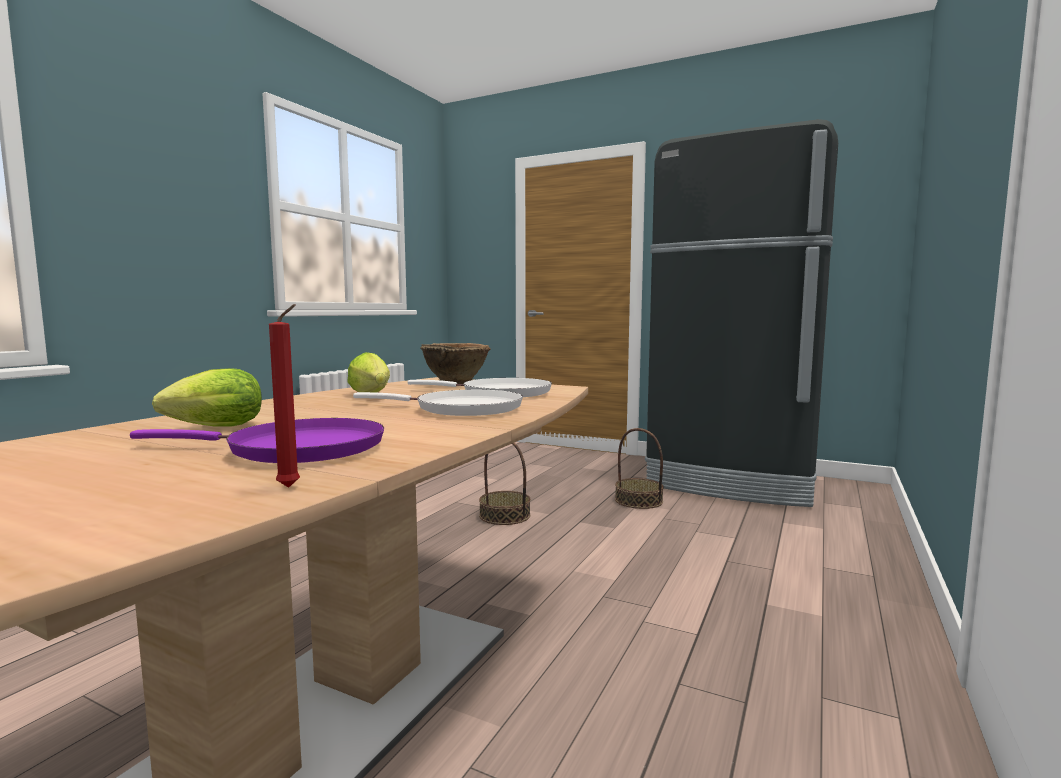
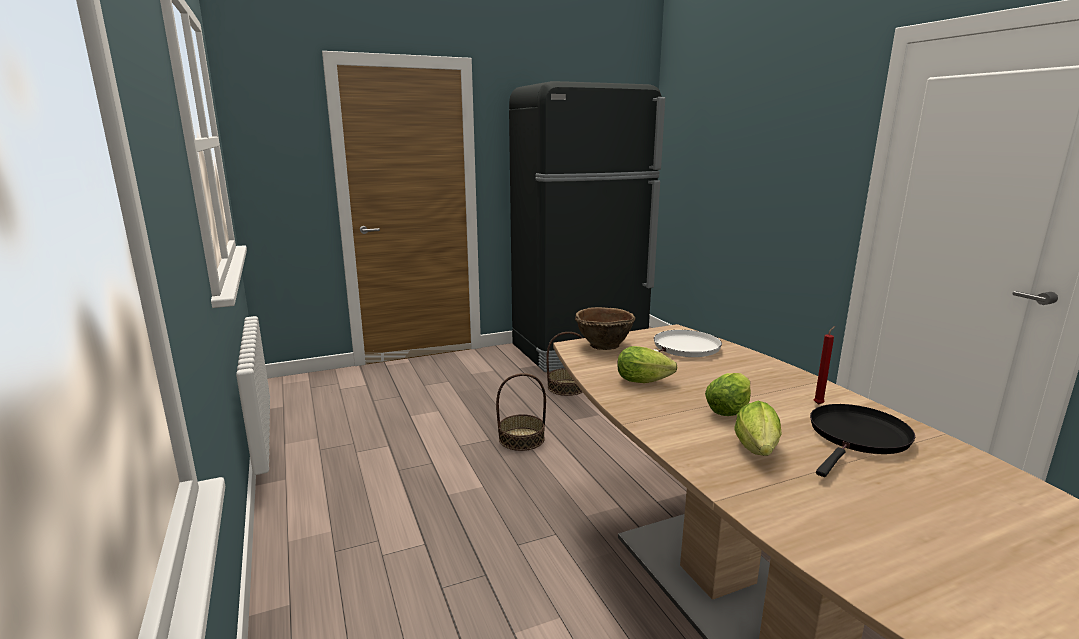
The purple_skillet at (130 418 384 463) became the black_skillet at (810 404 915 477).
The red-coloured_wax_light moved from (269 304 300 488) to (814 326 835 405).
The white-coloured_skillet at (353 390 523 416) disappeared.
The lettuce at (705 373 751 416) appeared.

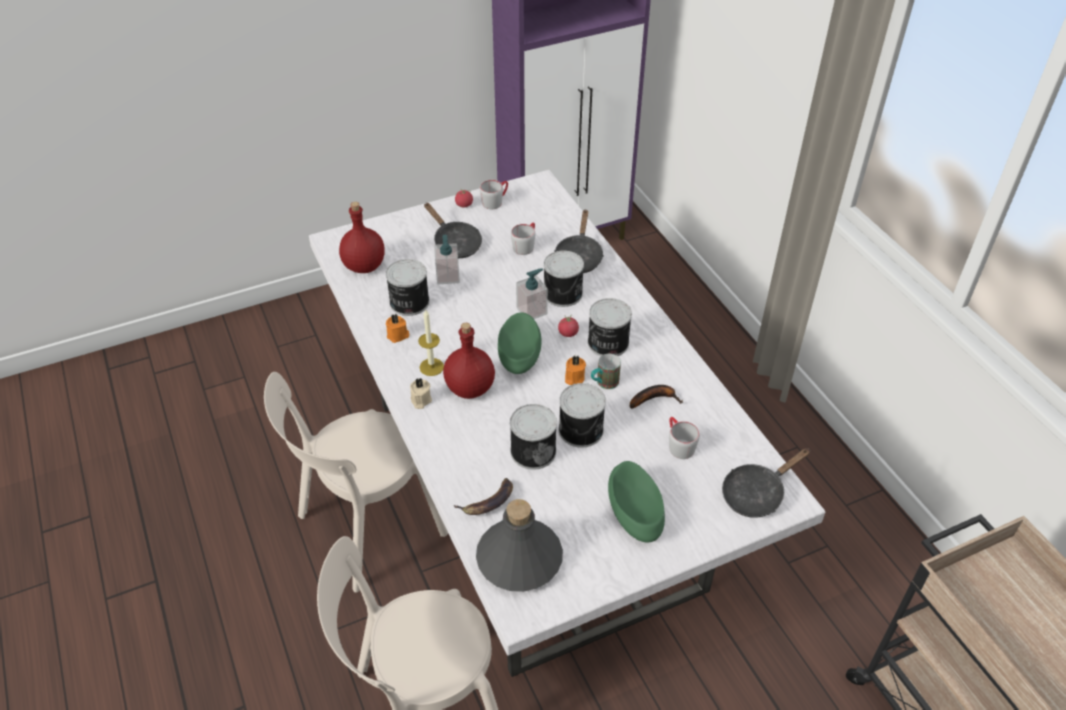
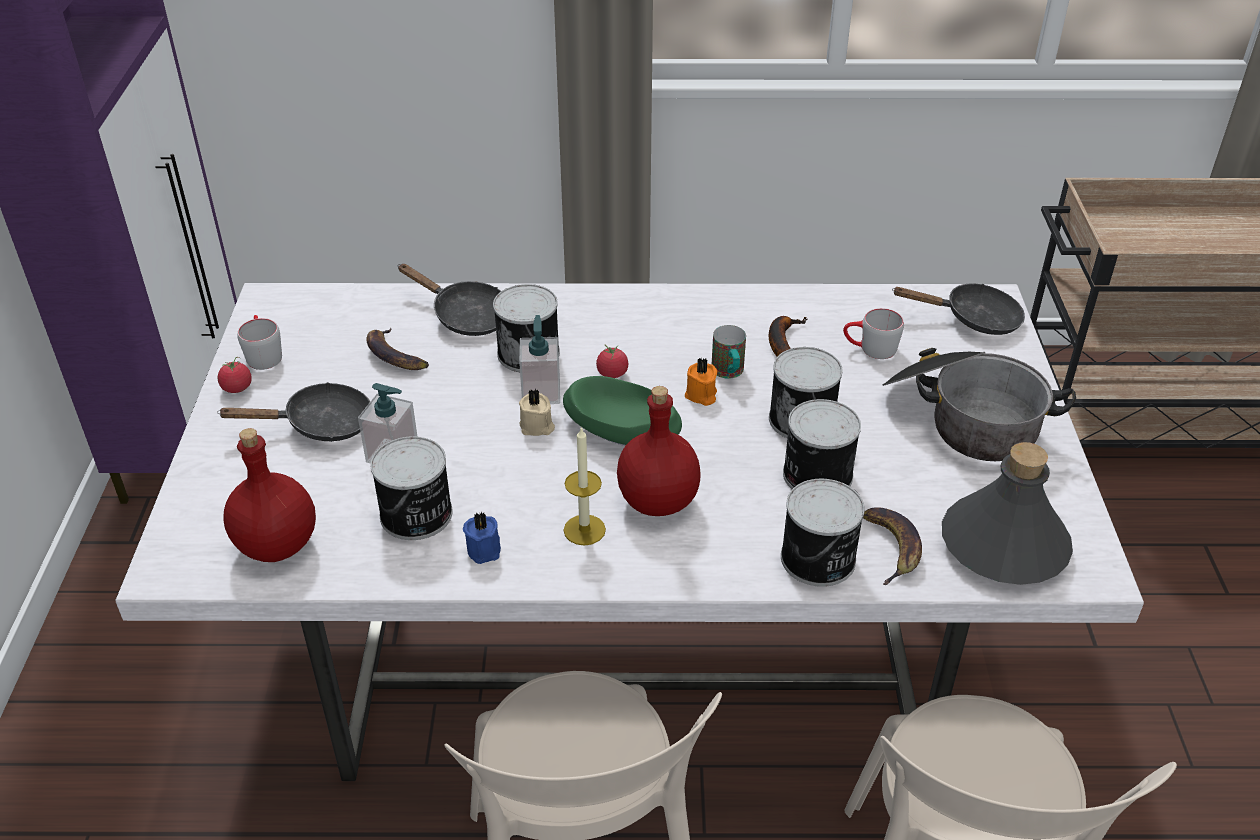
The orange_wax_light at (386 314 409 343) became the bluish_wax_light at (463 512 501 564).
The sand-coloured_wax_light moved from (410 378 432 409) to (519 389 555 436).
The grey_mug at (511 223 535 255) was replaced by the banana_fruit at (366 328 429 370).
The can moved from (588 298 632 356) to (781 479 865 587).
The green_serving_bowl at (608 461 665 543) was replaced by the saucepot at (882 348 1076 461).
The black_skillet at (722 448 810 518) turned 75 degrees counterclockwise.

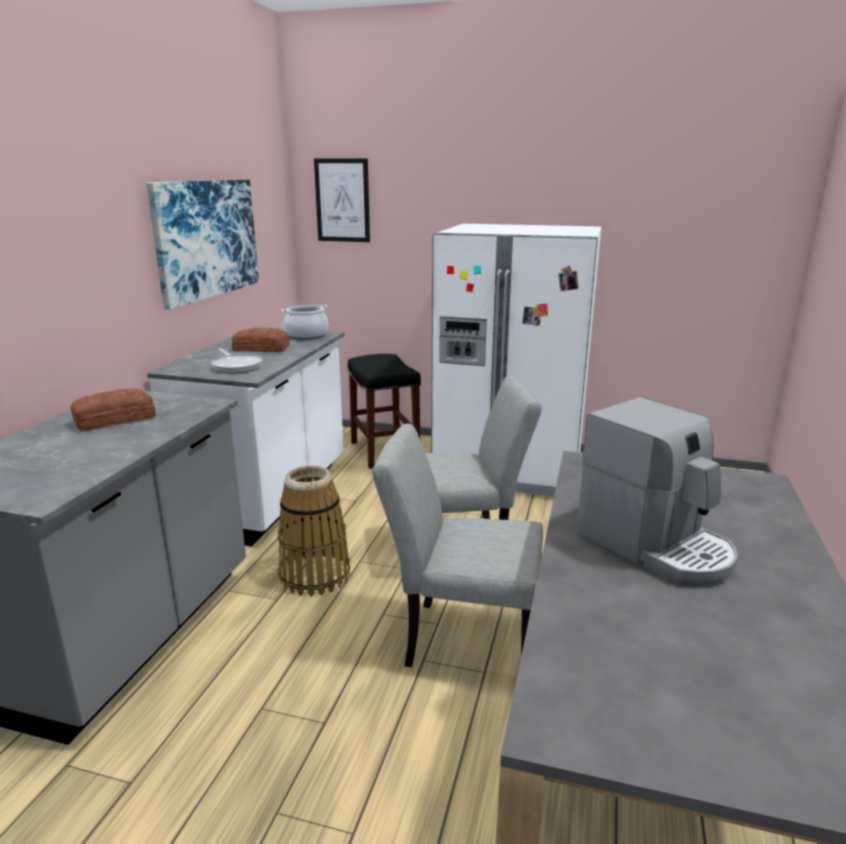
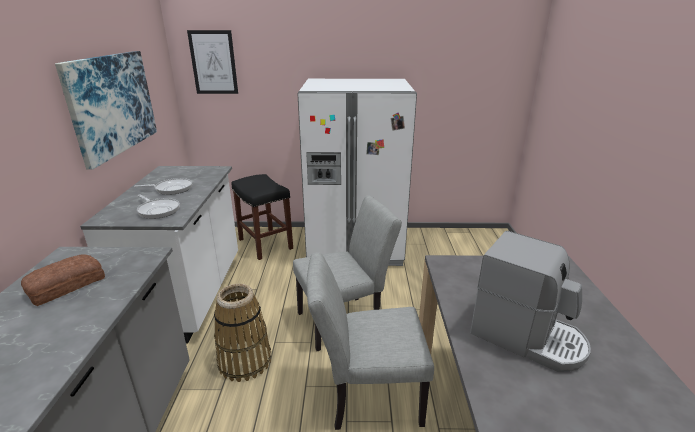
The bakery_bread at (232 328 289 352) was replaced by the skillet at (134 178 192 195).
The saucepot at (281 305 328 340) disappeared.

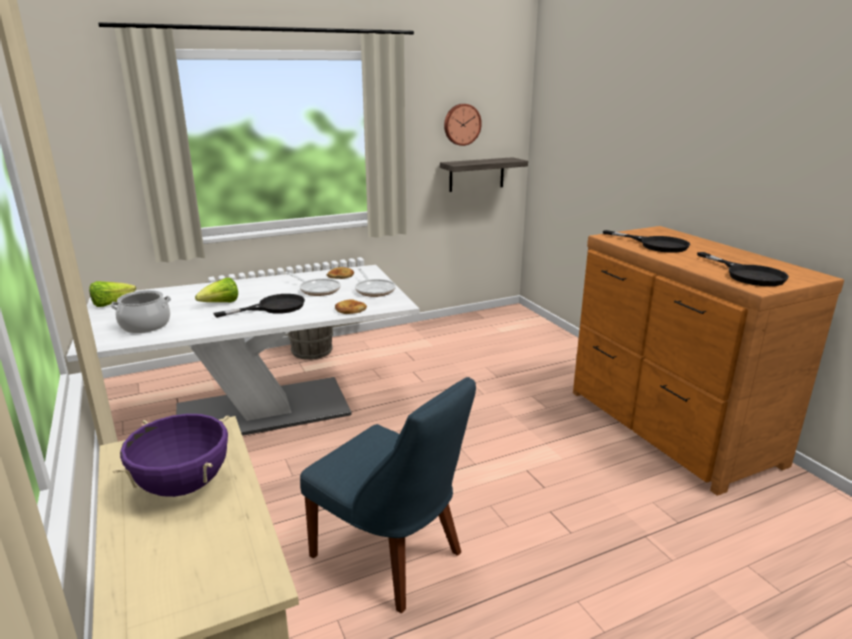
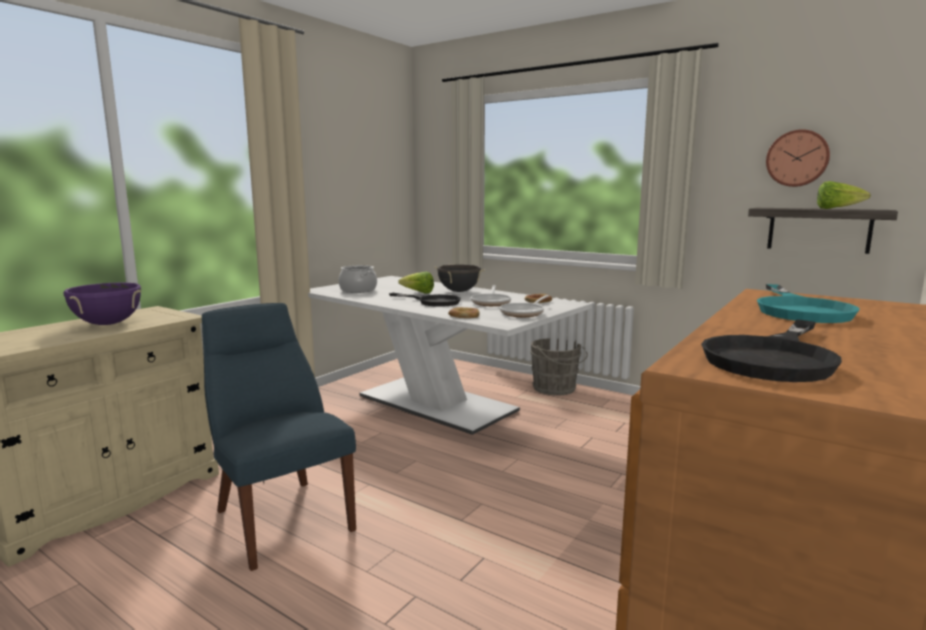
The lettuce moved from (89 281 136 307) to (817 181 871 209).
The bluish_plain_chair at (300 377 476 613) turned 135 degrees clockwise.
The black_skillet at (603 230 690 253) became the turquoise_skillet at (757 284 860 323).
The black_saucepot at (434 264 485 292) appeared.

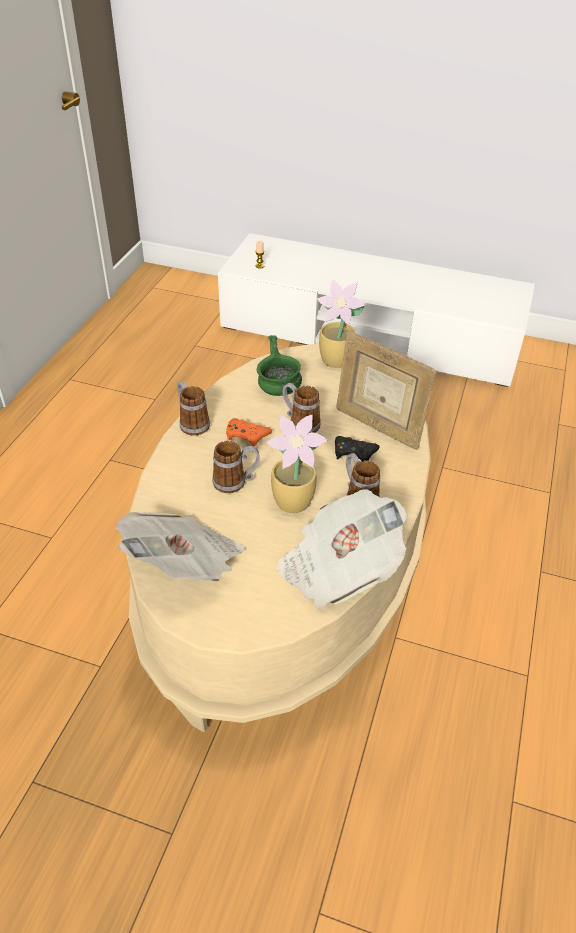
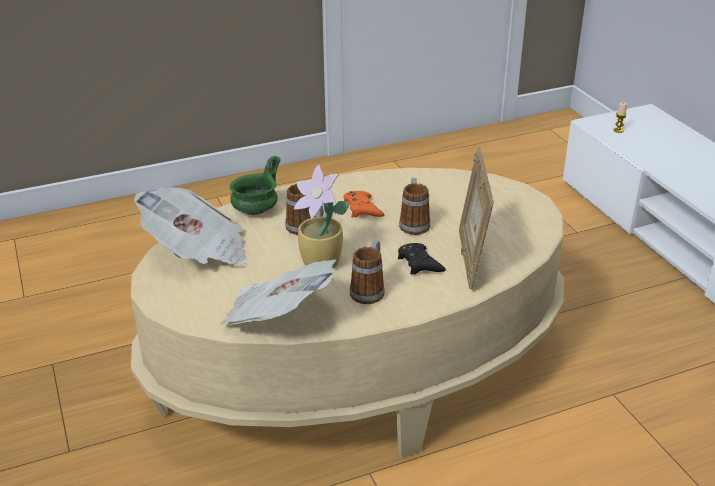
The mug at (177 381 210 436) disappeared.
The green_serving_bowl moved from (257 335 302 396) to (230 156 280 215).
The plant_in_a_pot at (317 280 365 368) disappeared.

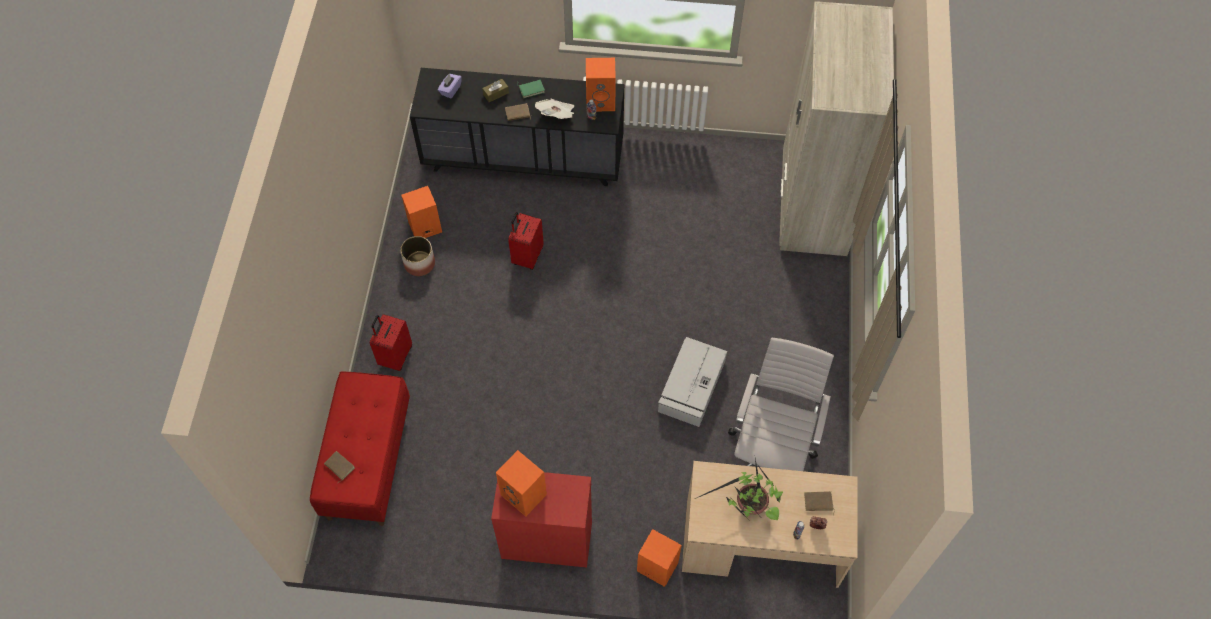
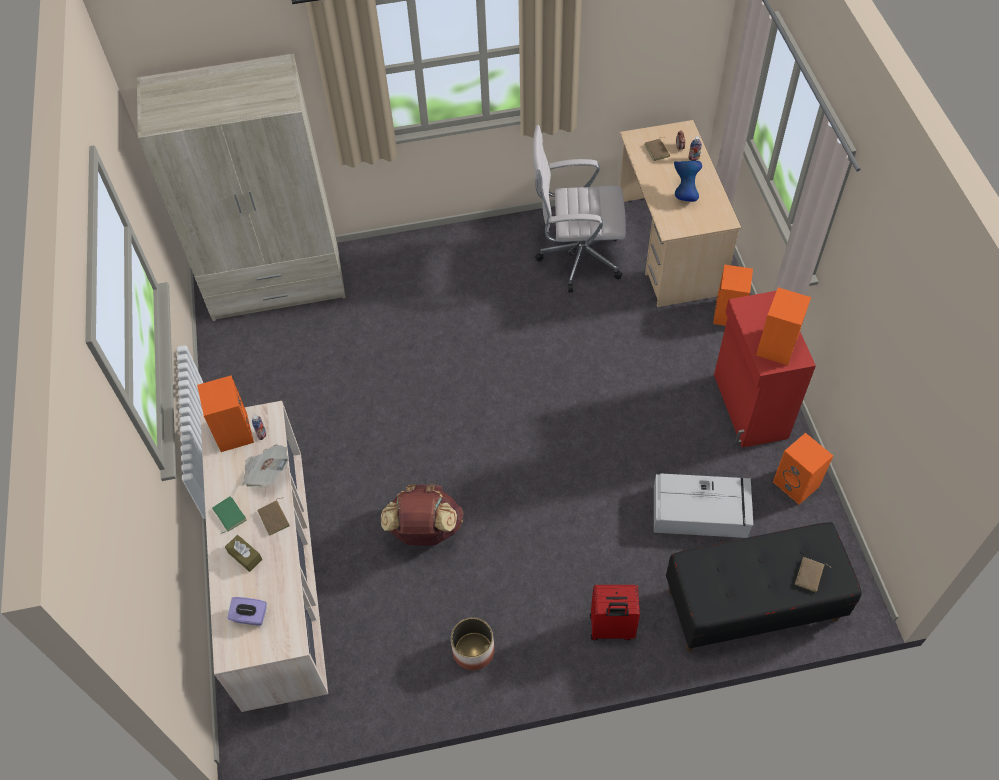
The red-coloured_bench at (310 371 410 526) became the black_bench at (666 522 862 652).
The orange_loudspeaker moved from (401 186 442 238) to (773 433 833 505).
The black_drawer_chest at (410 68 624 186) became the sand-coloured_drawer_chest at (200 401 328 712).
The red-coloured_travel_case at (508 212 544 270) was replaced by the brownish_backpack at (381 484 464 546).
The grey_storage_bin moved from (658 337 727 427) to (654 473 753 538).
The plant_in_a_pot at (695 459 783 520) was replaced by the bluish_vase at (674 161 702 202).

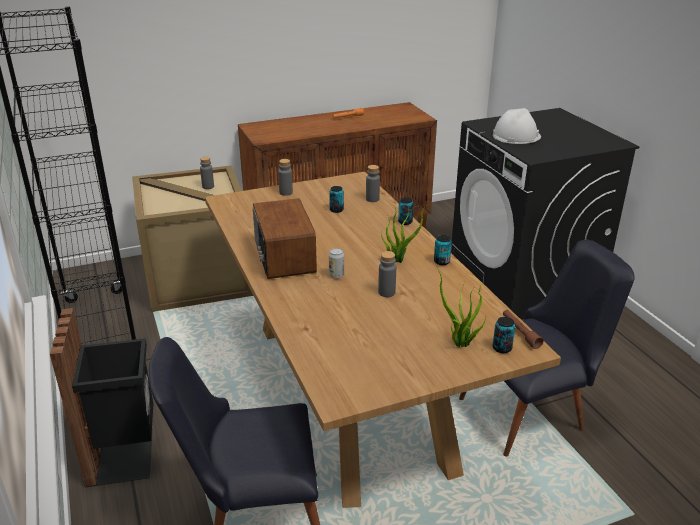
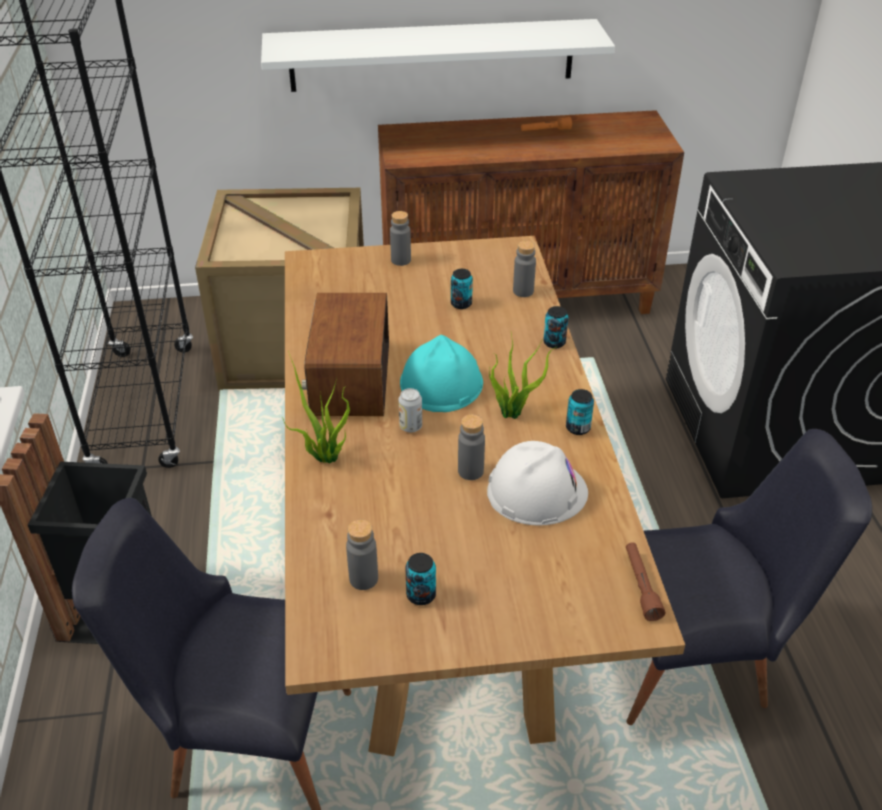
The grey_drink_bottle moved from (200 157 214 189) to (346 519 378 590).
The plant_in_a_pot moved from (435 264 487 347) to (282 351 350 464).
The can moved from (492 317 515 353) to (405 553 436 605).
The white-coloured_work_helmet moved from (493 108 541 144) to (487 441 588 525).
The white-coloured_shelf at (261 19 615 92) appeared.
The turquoise_work_helmet at (400 335 483 412) appeared.

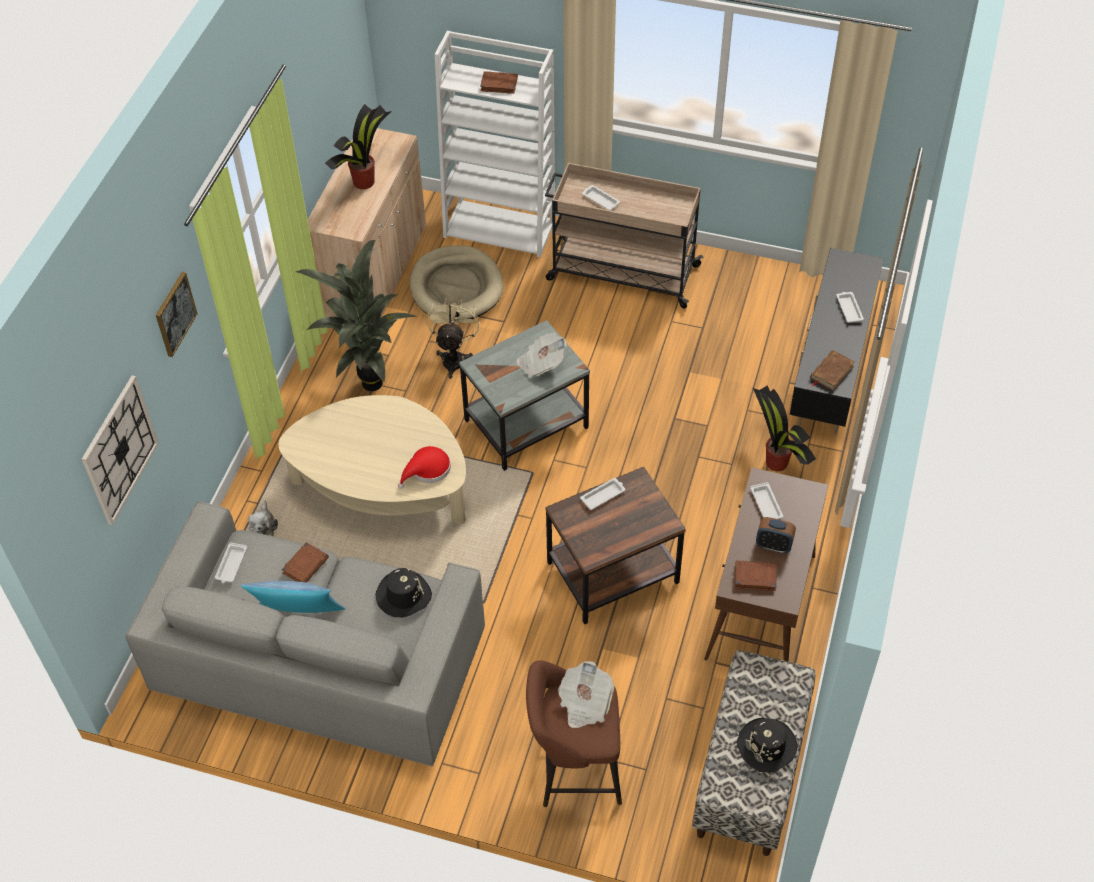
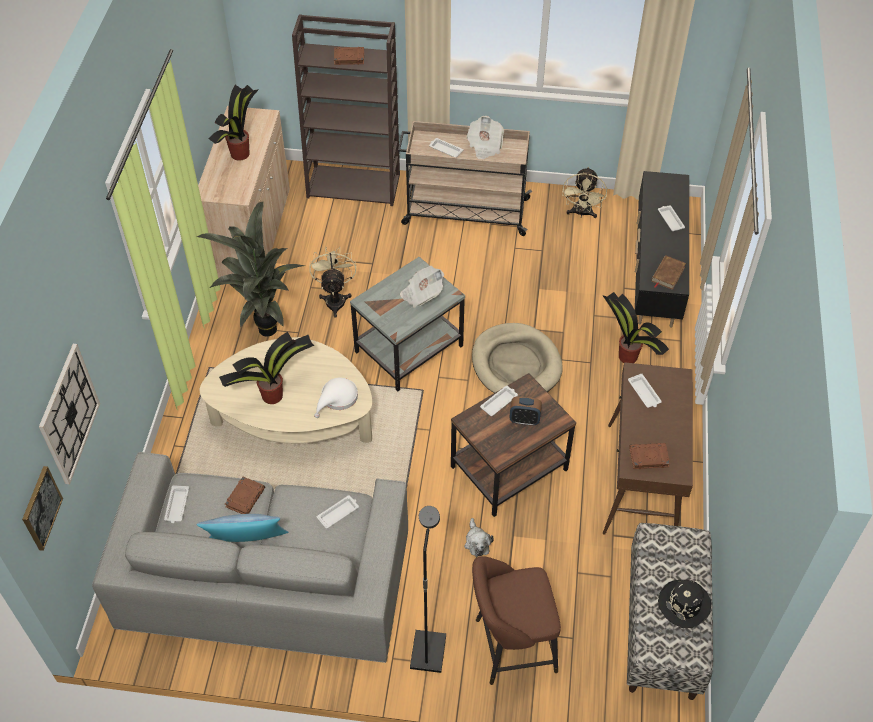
The wall_picture moved from (156 272 197 357) to (22 466 63 551).
The plush_toy moved from (248 501 278 536) to (464 518 494 557).
The black_hat at (375 568 432 617) was replaced by the white-coloured_serving_tray at (317 496 359 529).
The red-coloured_hat at (398 446 451 489) became the white-coloured_hat at (314 377 358 418).
The sand-coloured_dog_bed moved from (410 245 503 321) to (472 323 563 393).
The white-coloured_shelving_unit at (435 31 555 257) became the brownish_shelving_unit at (292 14 400 206).
The daily_paper moved from (558 661 614 728) to (467 116 504 159).
The table_clock moved from (756 517 796 553) to (510 396 542 426).
The plant_in_a_pot at (219 332 315 404) appeared.
The black_standing_lamp at (410 506 446 673) appeared.
The sand-coloured_electric_fan at (562 167 607 218) appeared.

